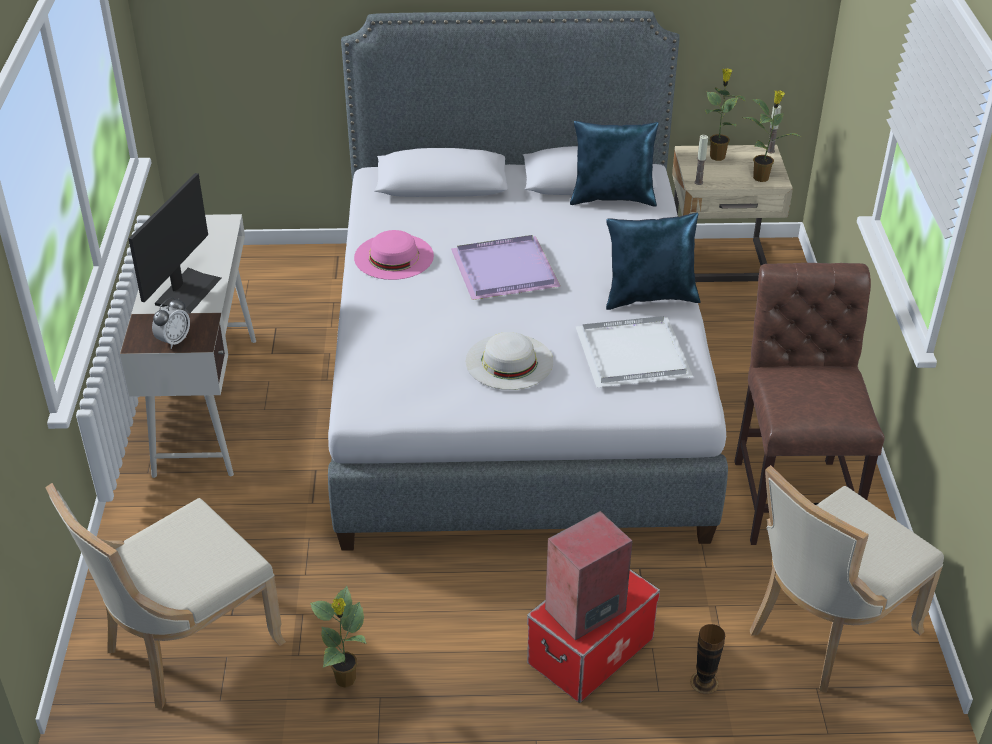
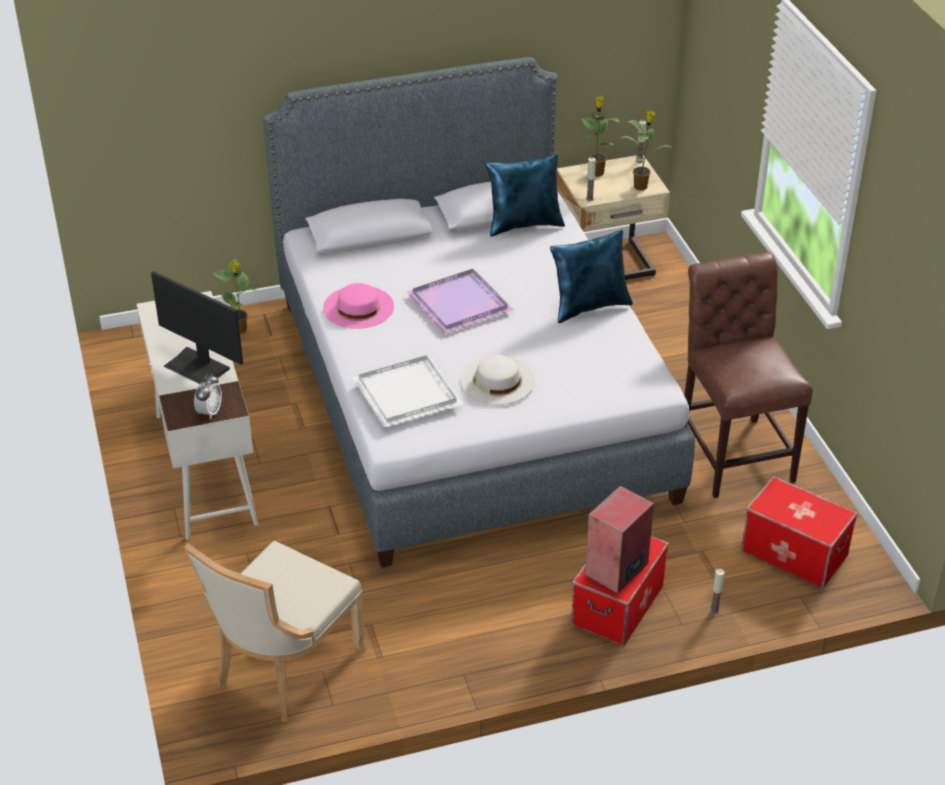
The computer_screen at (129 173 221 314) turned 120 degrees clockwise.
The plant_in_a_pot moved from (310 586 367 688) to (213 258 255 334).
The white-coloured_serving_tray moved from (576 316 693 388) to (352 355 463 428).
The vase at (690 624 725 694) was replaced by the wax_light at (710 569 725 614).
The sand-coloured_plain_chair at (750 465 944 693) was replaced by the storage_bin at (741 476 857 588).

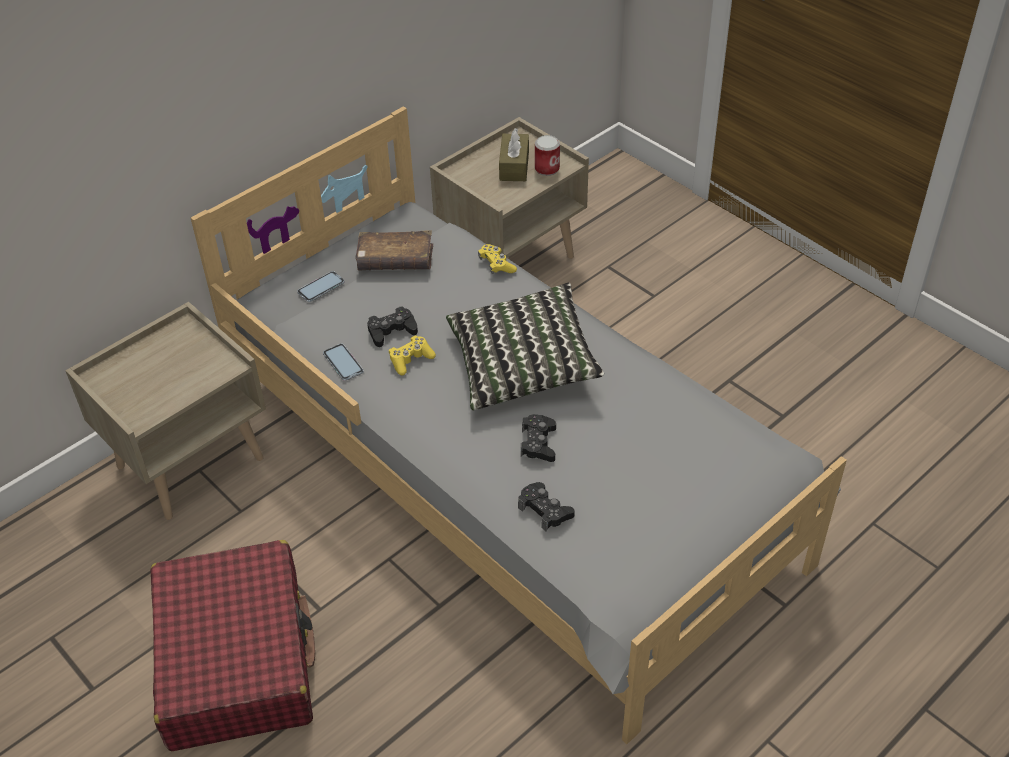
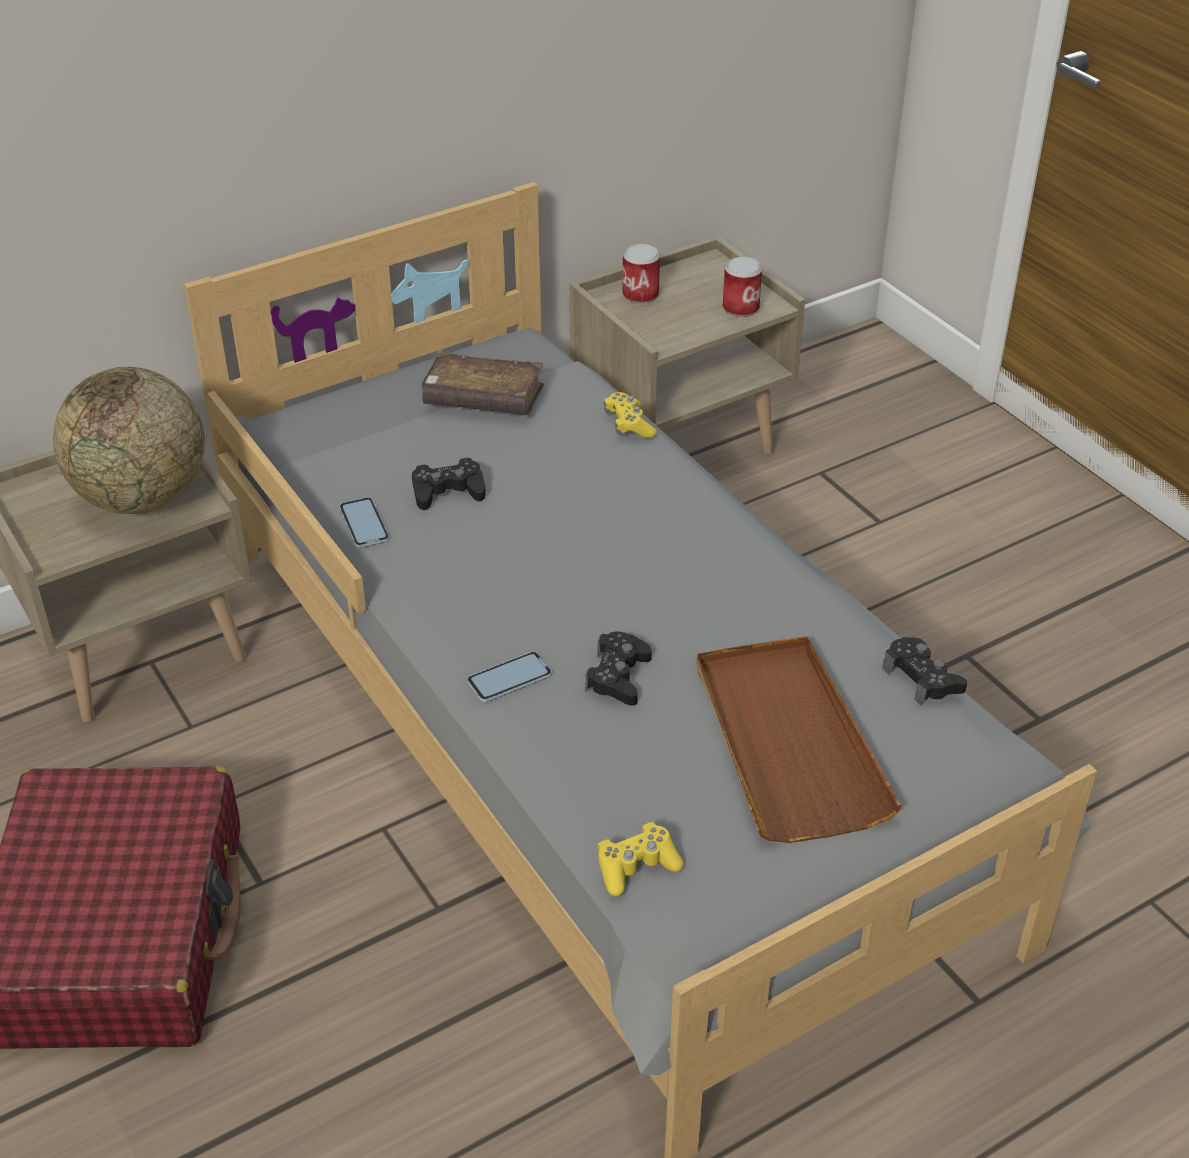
The telephone moved from (297 271 345 302) to (467 651 552 702).
The yellowish_joypad moved from (389 335 436 375) to (598 822 684 897).
The pillow at (446 283 604 410) disappeared.
The brownish_box_of_tissues at (499 128 529 181) disappeared.
The black_joypad moved from (518 482 575 531) to (882 637 967 705).
The world_globe at (53 367 205 514) appeared.
The can at (622 244 660 304) appeared.
The brownish_serving_tray at (696 636 902 843) appeared.

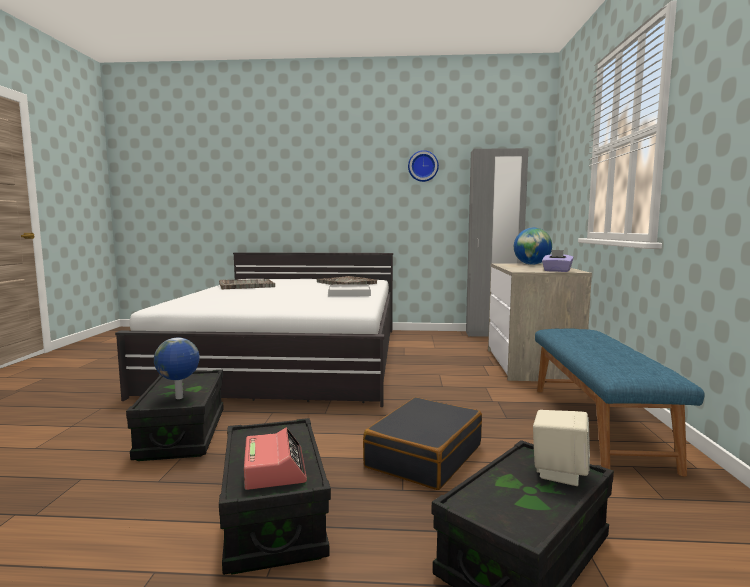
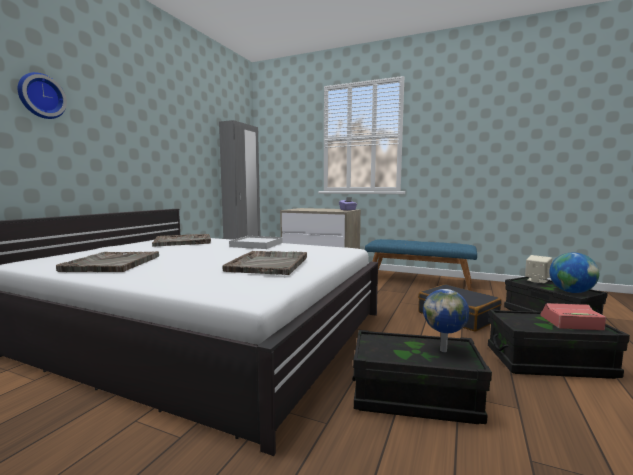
The wall_clock moved from (408 150 439 182) to (18 72 67 119).
The world_globe moved from (514 227 552 265) to (549 253 599 293).
The grey_serving_tray at (223 251 307 275) appeared.

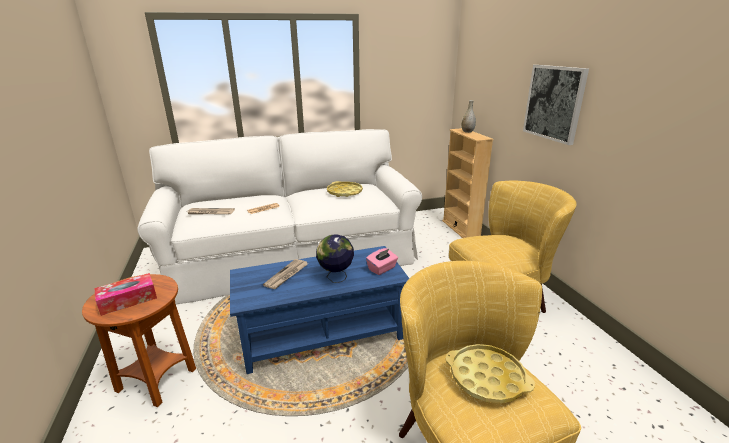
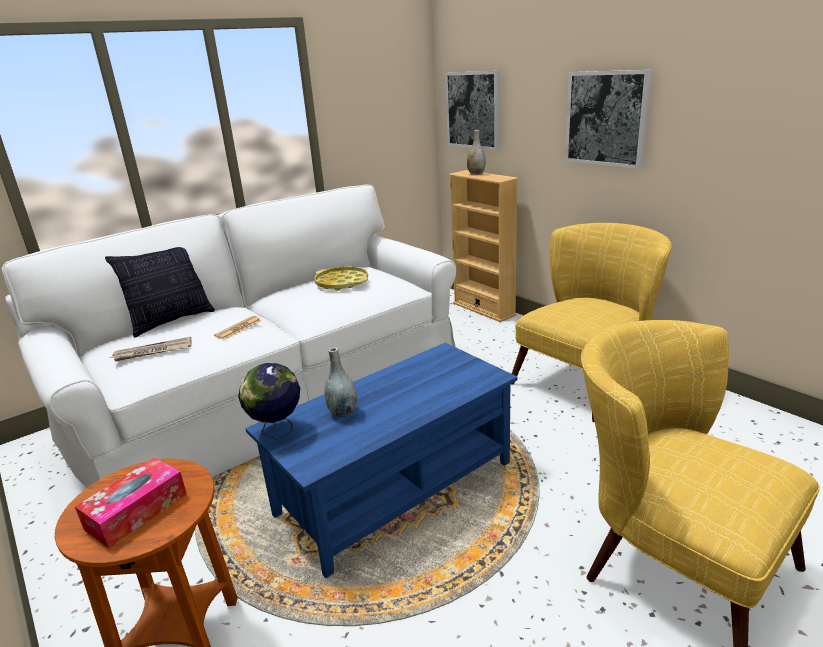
The daily_paper at (263 259 308 289) was replaced by the grey_vase at (324 347 357 418).
The world_globe moved from (316 234 354 283) to (238 363 300 440).
The pink_box_of_tissues at (366 248 398 275) disappeared.
The yellowish_serving_tray at (446 344 535 404) disappeared.
The pillow at (105 247 215 338) appeared.
The wall_picture at (445 71 500 150) appeared.

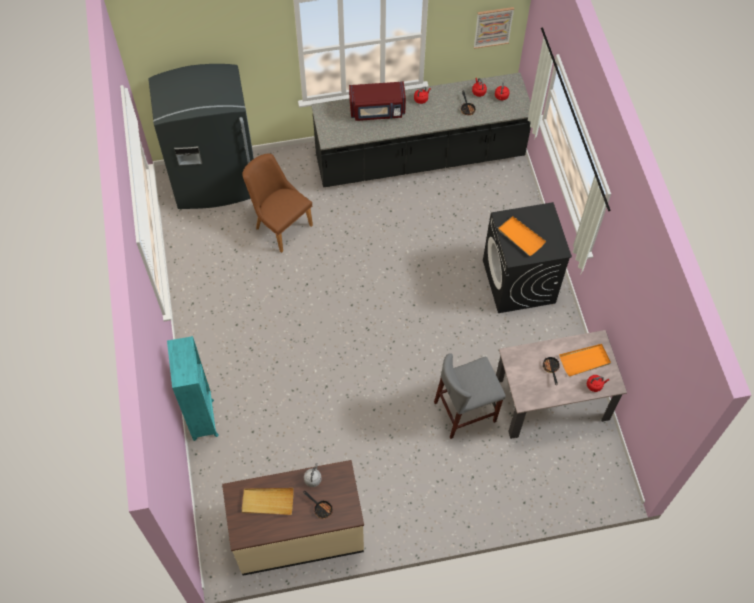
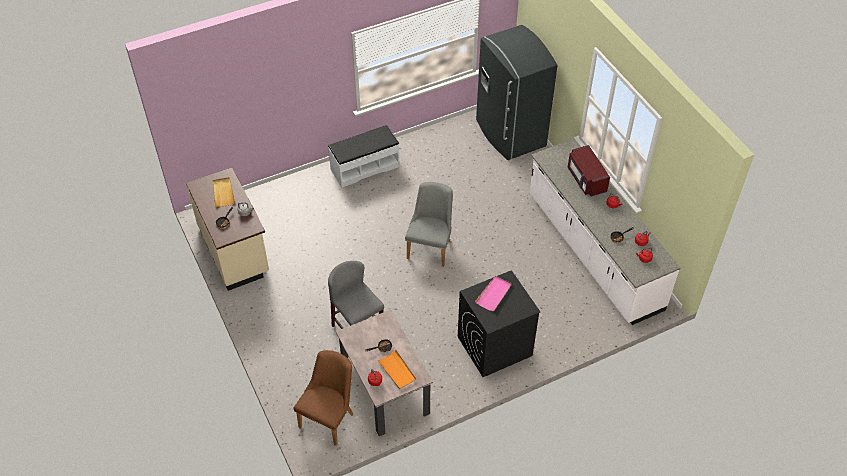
The turquoise_shelving_unit at (167 336 219 441) disappeared.
The brownish_plain_chair moved from (242 153 313 253) to (293 350 353 446).
The black_kitchen_counter at (311 73 531 187) became the white-coloured_kitchen_counter at (530 139 680 325).
The wall_picture at (474 7 514 49) disappeared.
The orange_serving_tray at (498 216 546 256) became the pink_serving_tray at (475 276 512 311).
The white-coloured_bench at (328 125 399 188) appeared.
The grey_plain_chair at (405 182 453 267) appeared.

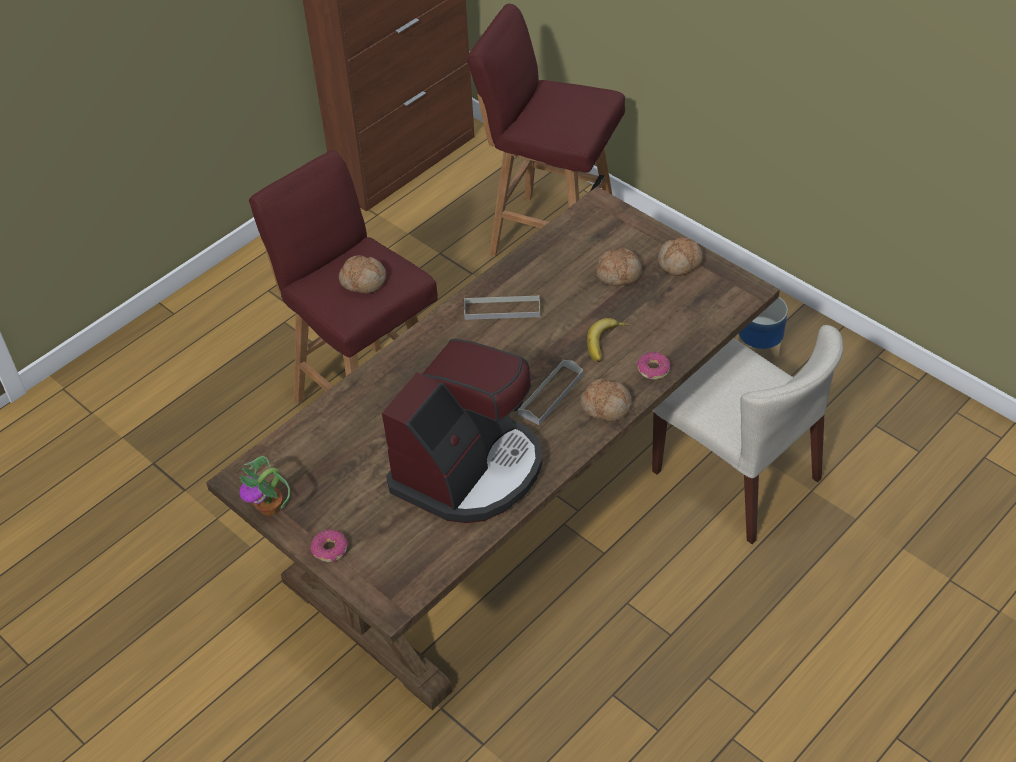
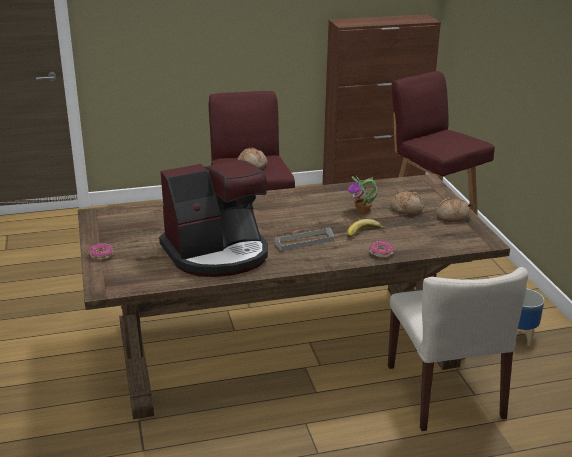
The plant_in_a_pot moved from (240 456 290 516) to (348 176 377 213).
The grey_serving_tray at (464 296 540 320) disappeared.
The bakery_bread at (580 379 632 422) disappeared.

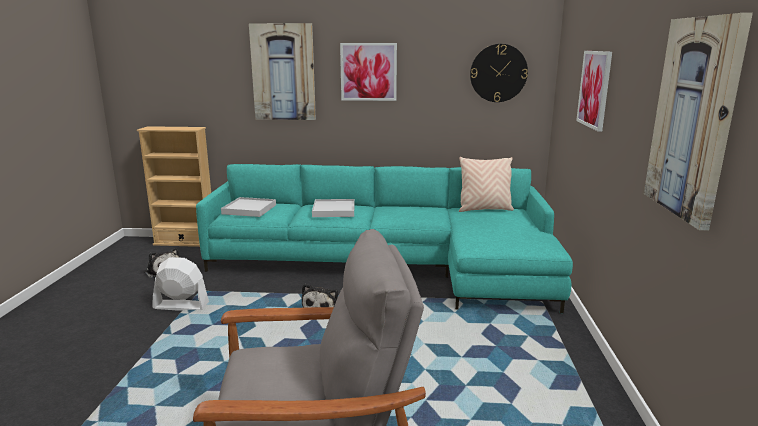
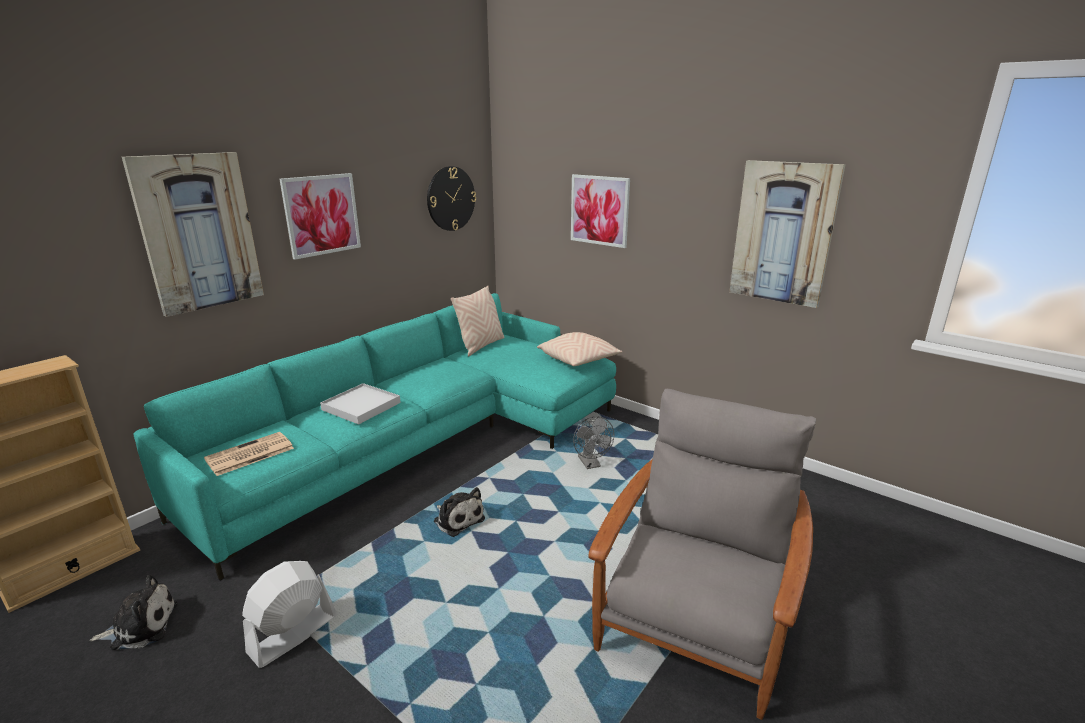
The white-coloured_serving_tray at (221 197 276 217) was replaced by the daily_paper at (204 432 294 476).
The sand-coloured_pillow at (537 332 622 366) appeared.
The grey_electric_fan at (573 416 614 469) appeared.

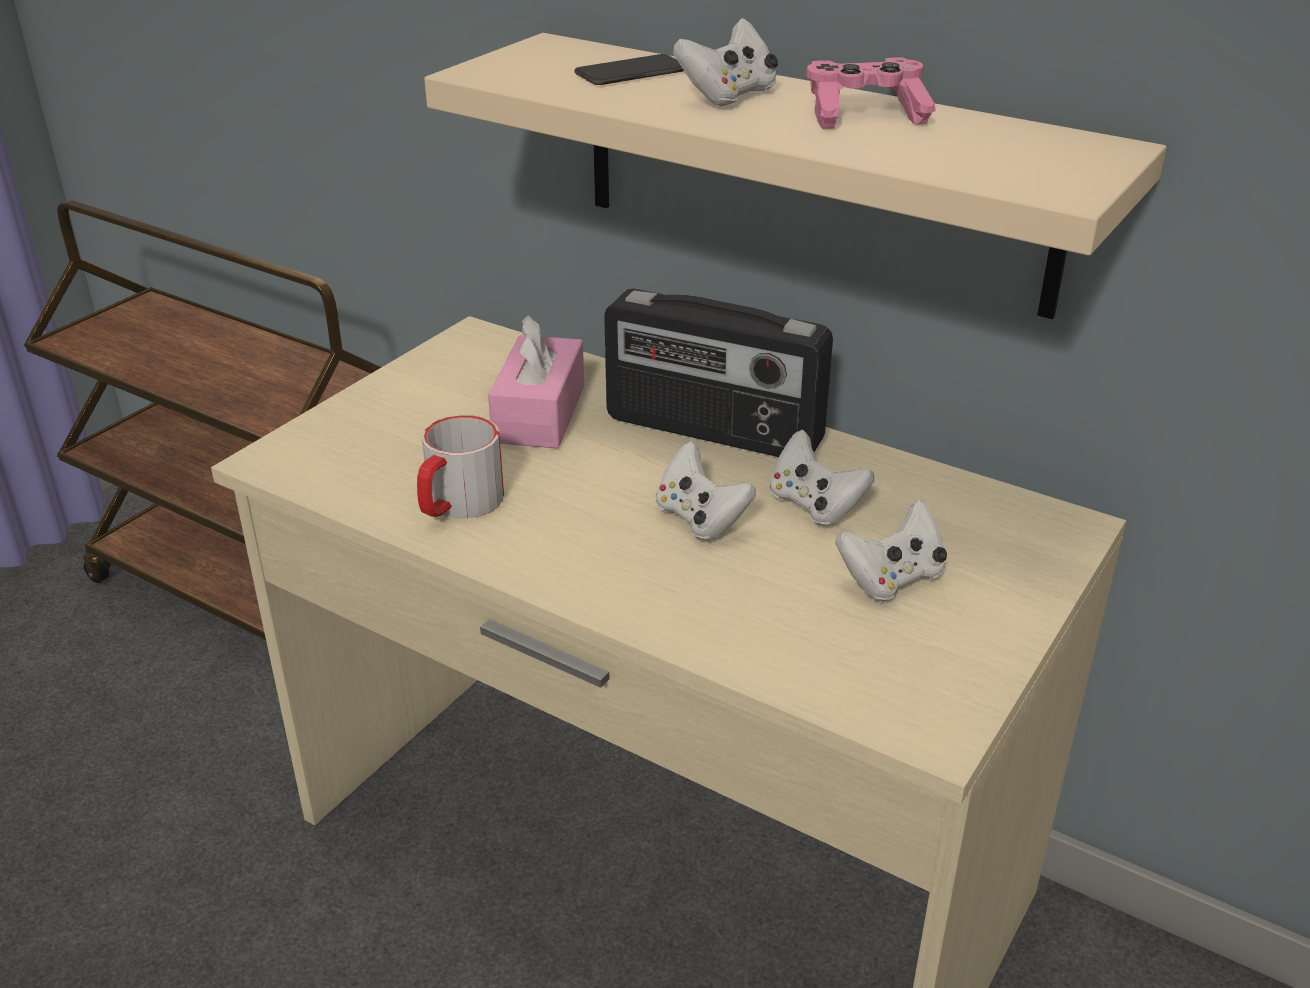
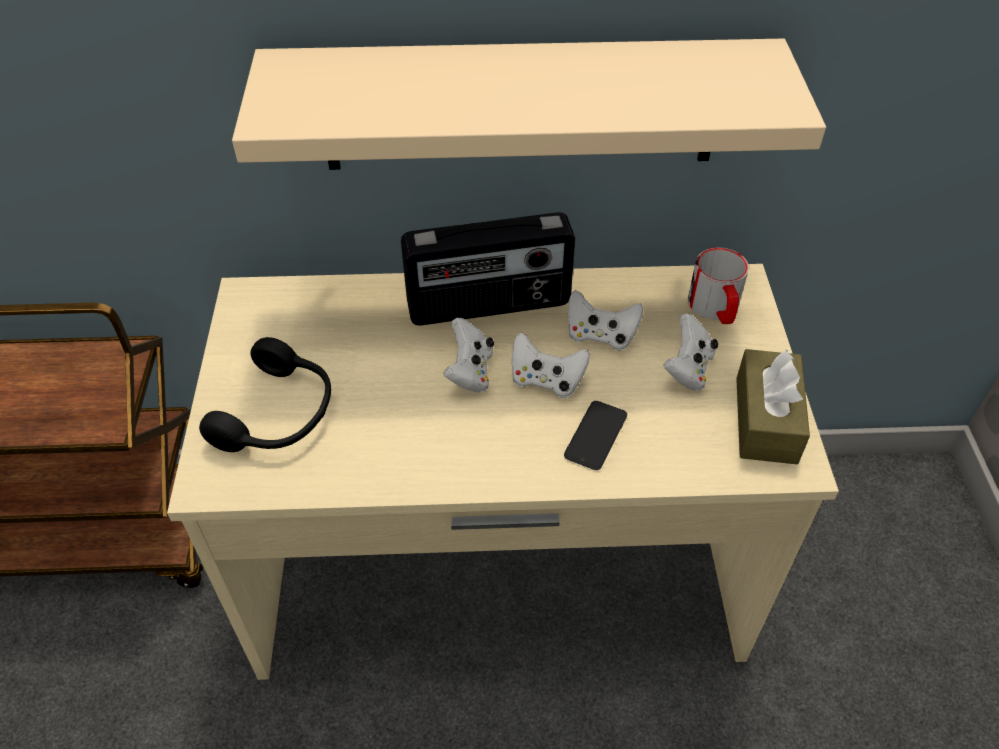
The mug moved from (417 415 504 518) to (688 248 749 324).
The pink_box_of_tissues at (488 315 584 448) disappeared.
The telephone moved from (575 54 684 85) to (564 401 627 470).
The white-coloured_joypad moved from (673 18 778 106) to (443 318 494 392).
The pink_joypad at (806 57 936 129) disappeared.
The black_pair_of_headphones at (199 337 331 452) appeared.
The brownish_box_of_tissues at (736 349 810 464) appeared.

